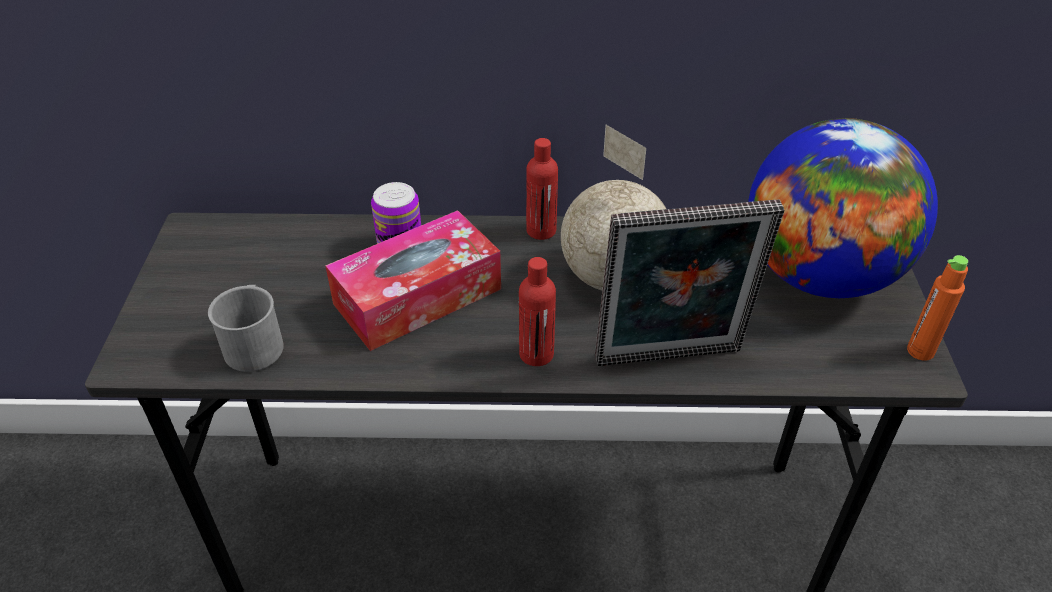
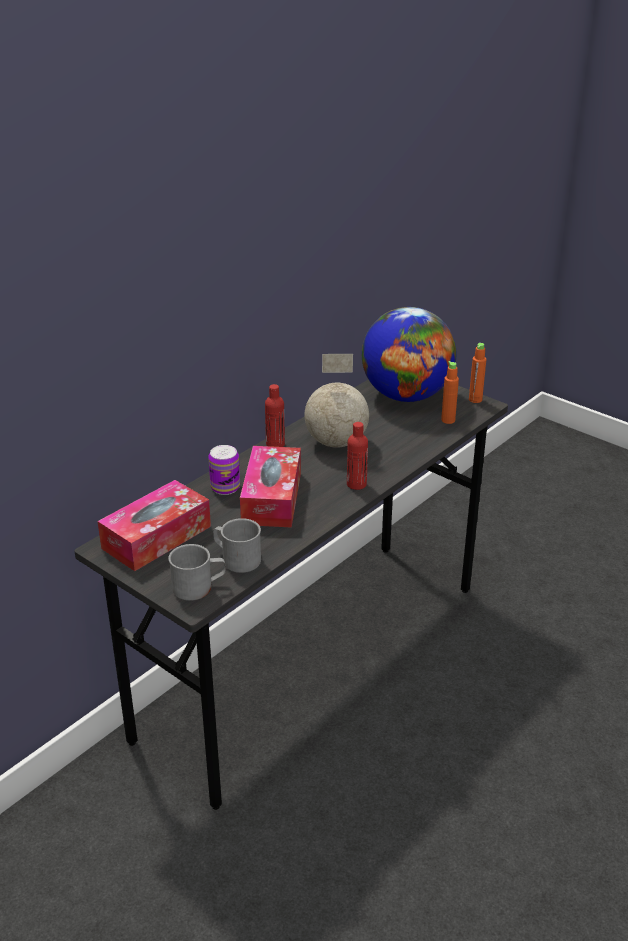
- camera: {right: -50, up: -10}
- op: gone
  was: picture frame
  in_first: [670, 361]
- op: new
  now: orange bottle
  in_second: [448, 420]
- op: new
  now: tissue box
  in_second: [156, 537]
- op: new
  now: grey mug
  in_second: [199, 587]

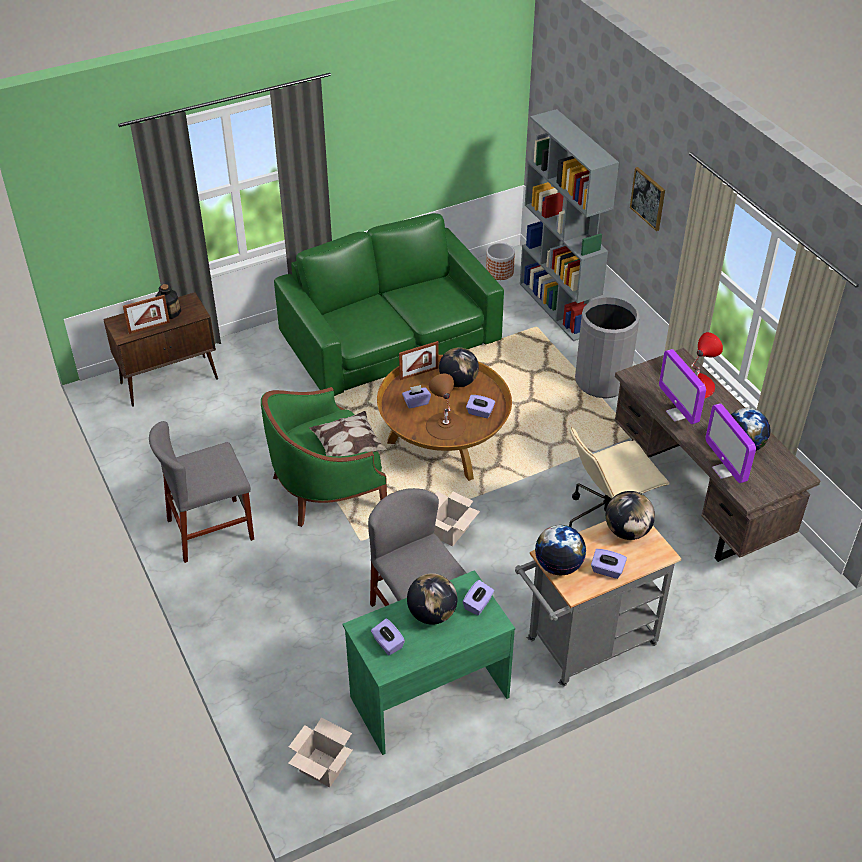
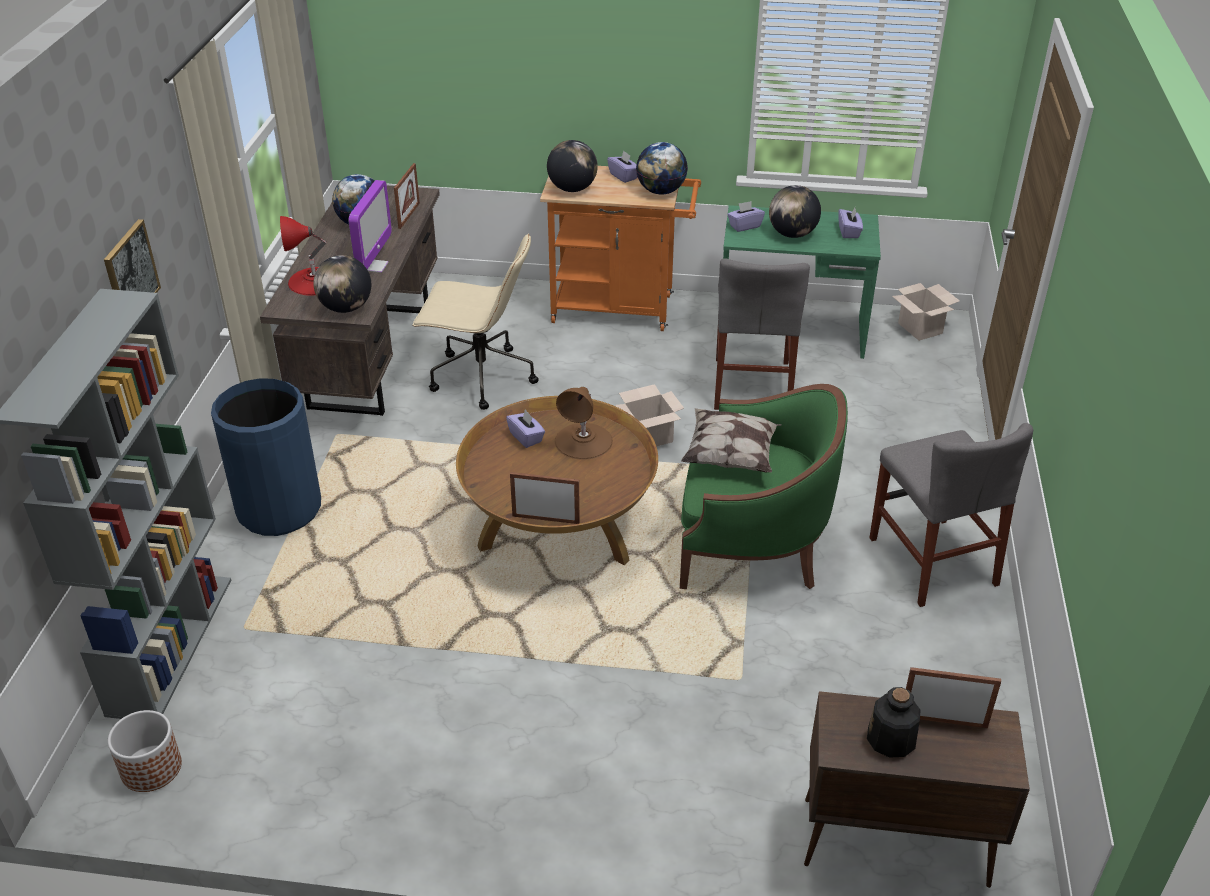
- camera: {right: -145, up: -5}
- op: gone
  was: green sofa
  in_first: [391, 338]
- op: repainted
  was: grey trash can
  now: blue trash can
  in_first: [602, 381]
  in_second: [279, 509]
- op: shifted
  was: globe
  in_first: [458, 382]
  in_second: [346, 308]
- op: gone
  was: purple tissue box
  in_first: [416, 402]
- op: swapped
  was: monitor
  now: picture frame
  in_first: [725, 470]
  in_second: [409, 215]
- op: rotated
  was: grey chair
  in_first: [210, 529]
  in_second: [932, 561]
  clockwise: 60
- op: repainted
  was: grey cart
  now: orange cart
  in_first: [585, 646]
  in_second: [620, 309]

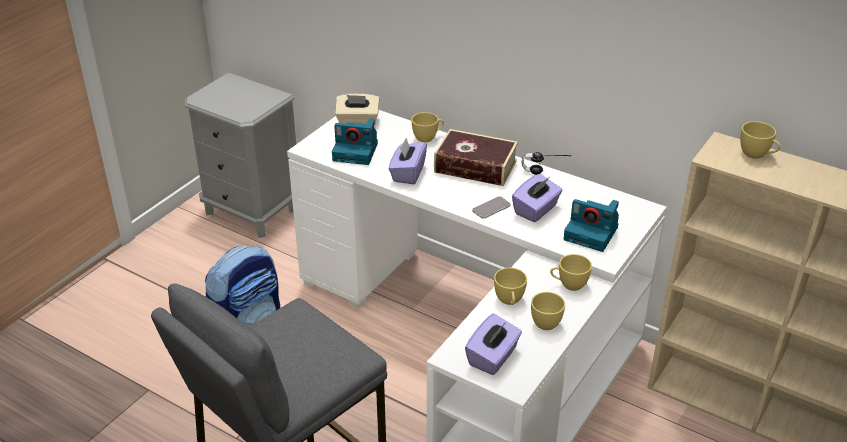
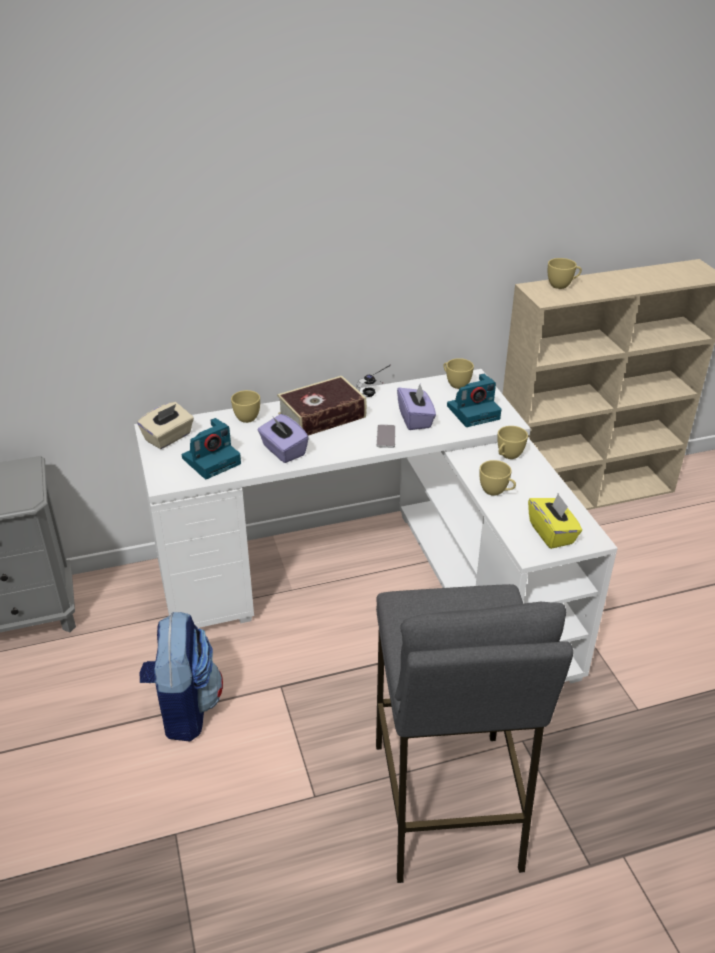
- camera: {right: -50, up: 0}
- op: shifted
  was: yellow cup
  in_first: [546, 321]
  in_second: [455, 383]
- op: repainted
  was: purple tissue box
  now: yellow tissue box
  in_first: [493, 357]
  in_second: [552, 533]

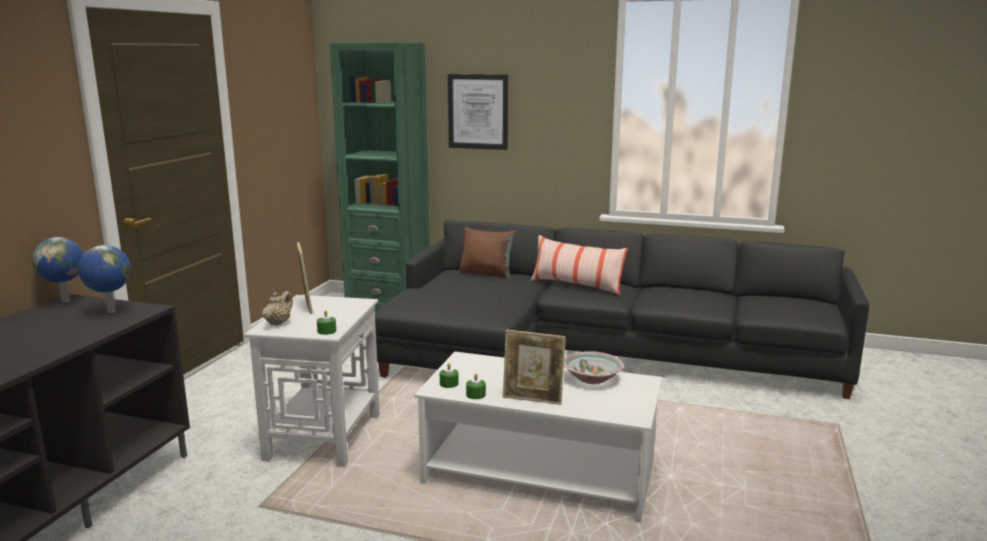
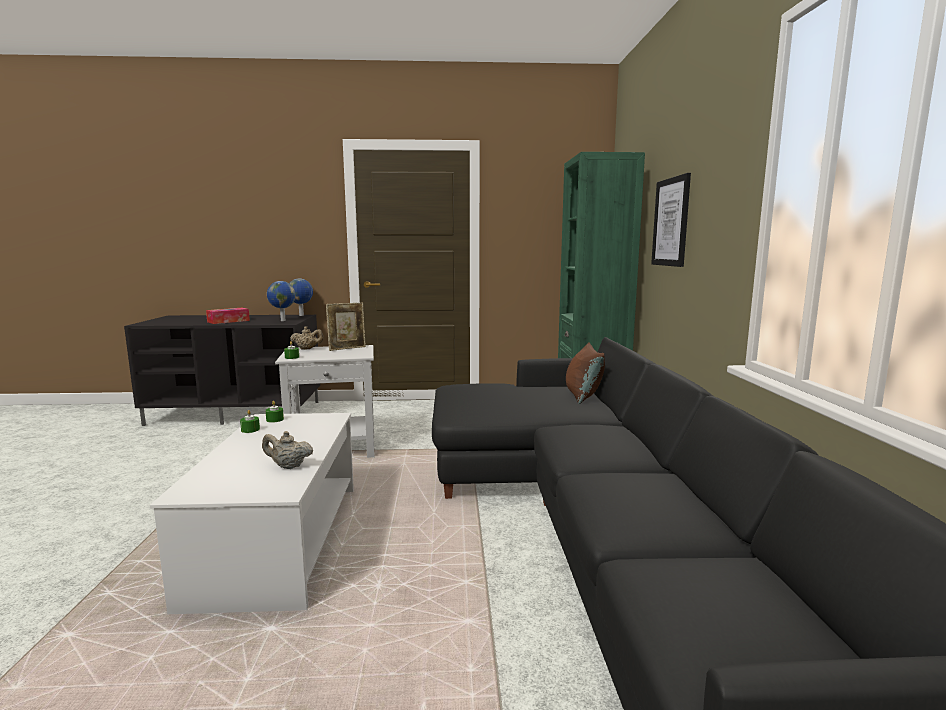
- camera: {right: 70, up: -5}
- op: gone
  was: pillow
  in_first: [576, 286]
- op: gone
  was: picture frame
  in_first: [533, 399]
- op: swapped
  was: bowl
  now: beige teapot
  in_first: [592, 379]
  in_second: [288, 466]
- op: new
  now: tissue box
  in_second: [228, 321]

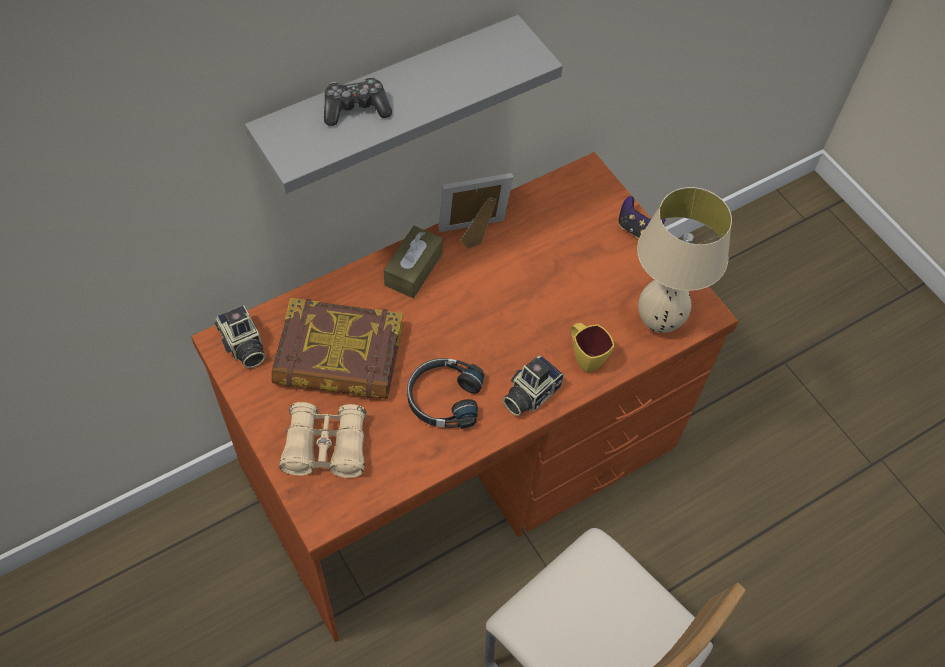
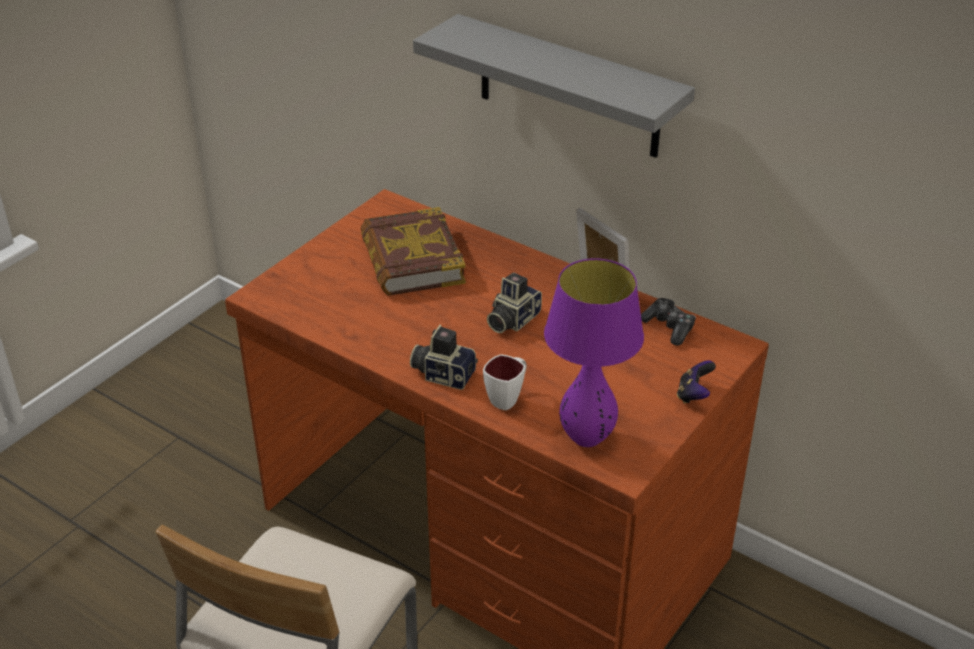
- camera: {right: 70, up: -20}
- op: shifted
  was: game controller
  in_first: [356, 108]
  in_second: [669, 327]
- op: repainted
  was: beige table lamp
  now: purple table lamp
  in_first: [659, 322]
  in_second: [587, 438]
- op: gone
  was: brown tissue box
  in_first: [413, 269]
- op: shifted
  was: photo camera
  in_first: [243, 346]
  in_second: [511, 320]
- op: repainted
  was: yellow mug
  now: white mug
  in_first: [584, 357]
  in_second: [508, 398]
- op: gone
  was: black headphones
  in_first: [443, 398]
- op: gone
  was: beige binoculars
  in_first: [326, 447]

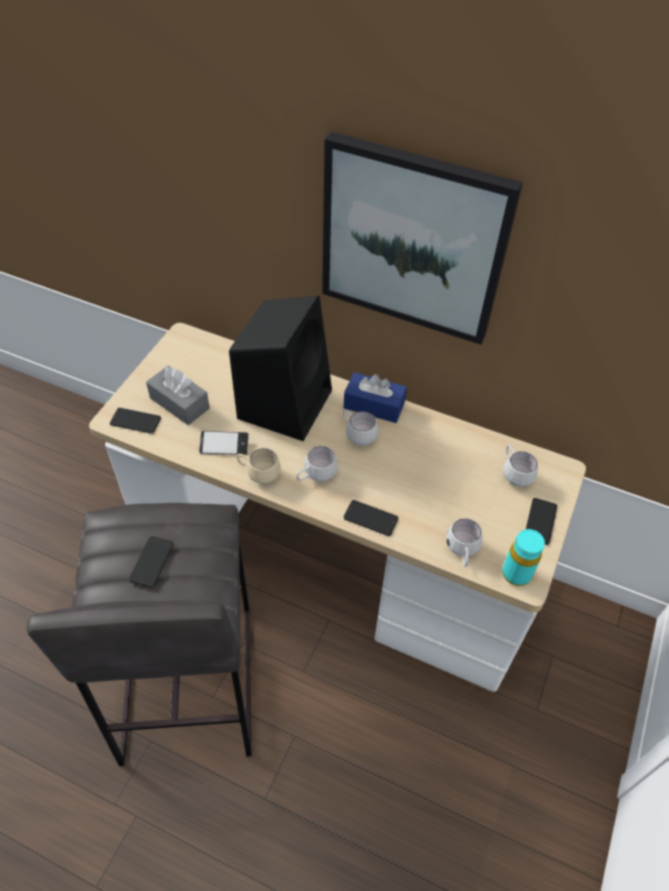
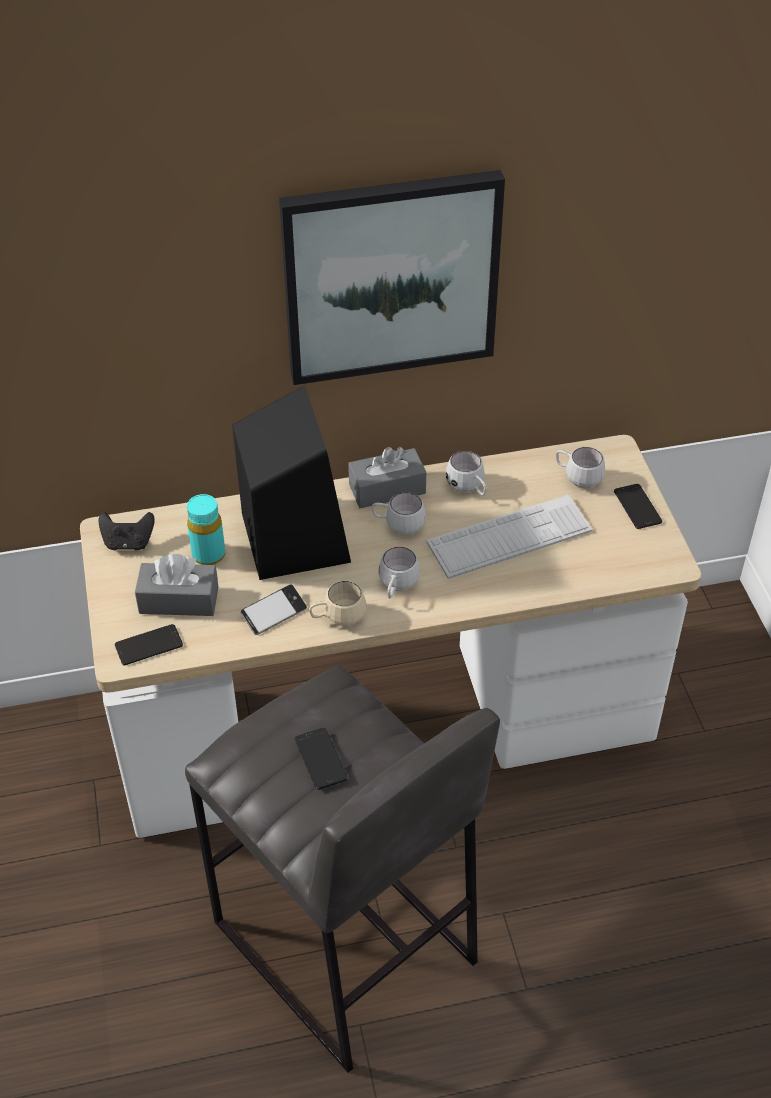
- camera: {right: -35, up: -5}
- op: repainted
  was: blue tissue box
  now: grey tissue box
  in_first: [374, 405]
  in_second: [387, 489]
- op: gone
  was: phone
  in_first: [370, 518]
- op: shifted
  was: white mug
  in_first: [462, 552]
  in_second: [468, 489]
- op: shifted
  was: turquoise bottle
  in_first: [516, 574]
  in_second: [208, 555]
- op: new
  now: keyboard
  in_second: [509, 537]
- op: new
  now: black game controller
  in_second: [128, 543]

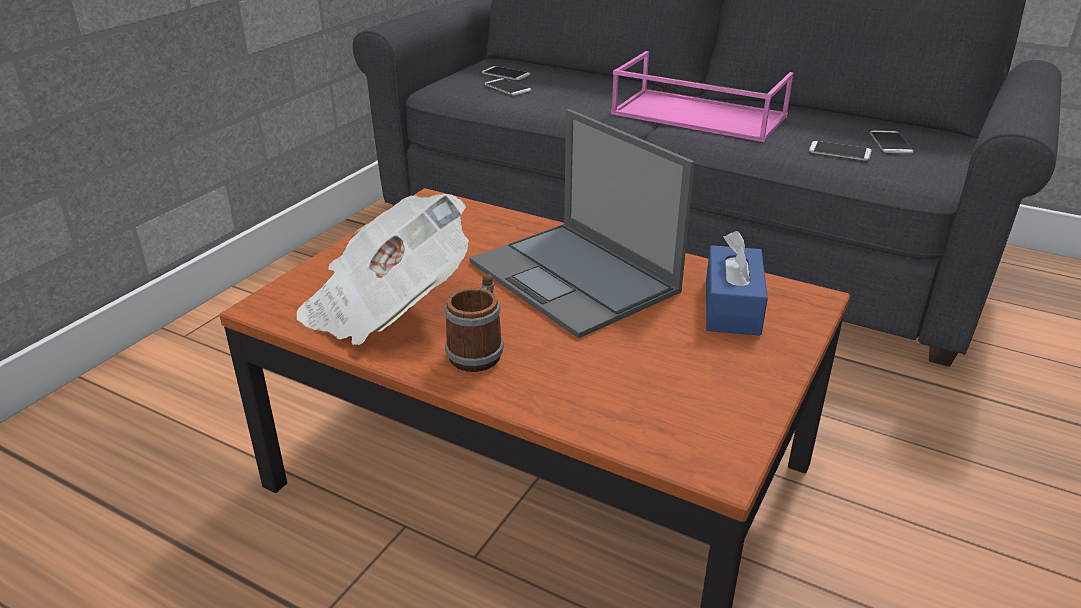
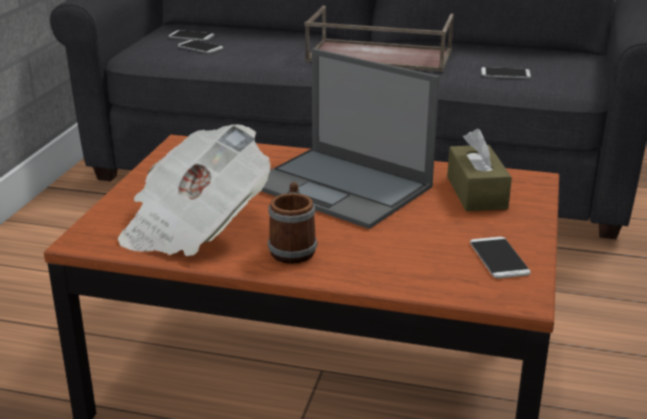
- camera: {right: -15, up: -5}
- op: repainted
  was: pink tray
  now: brown tray
  in_first: [696, 115]
  in_second: [377, 56]
- op: shifted
  was: phone
  in_first: [890, 143]
  in_second: [499, 258]
- op: repainted
  was: blue tissue box
  now: brown tissue box
  in_first: [732, 307]
  in_second: [476, 192]

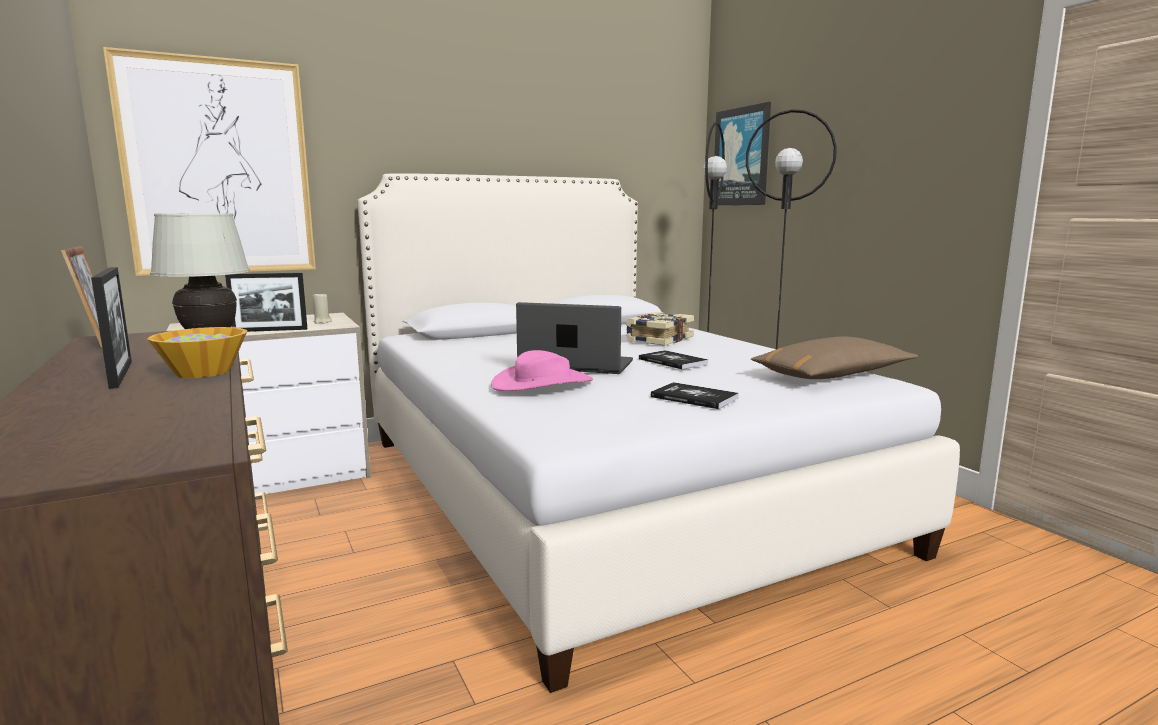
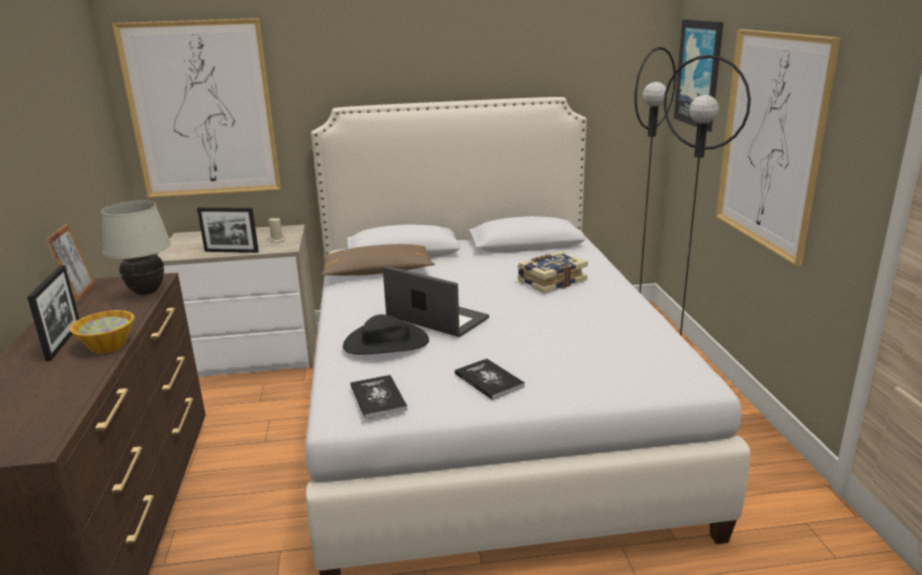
- camera: {right: 20, up: 10}
- op: shifted
  was: brown pillow
  in_first: [832, 375]
  in_second: [377, 272]
- op: repainted
  was: pink hat
  now: black hat
  in_first: [542, 383]
  in_second: [386, 343]
- op: shifted
  was: book
  in_first: [672, 361]
  in_second: [378, 398]
- op: new
  now: picture
  in_second: [770, 141]

